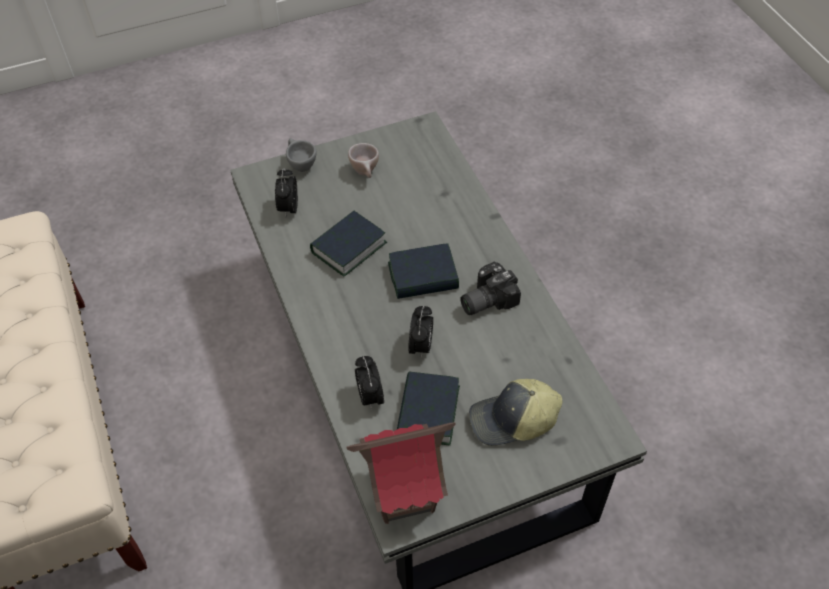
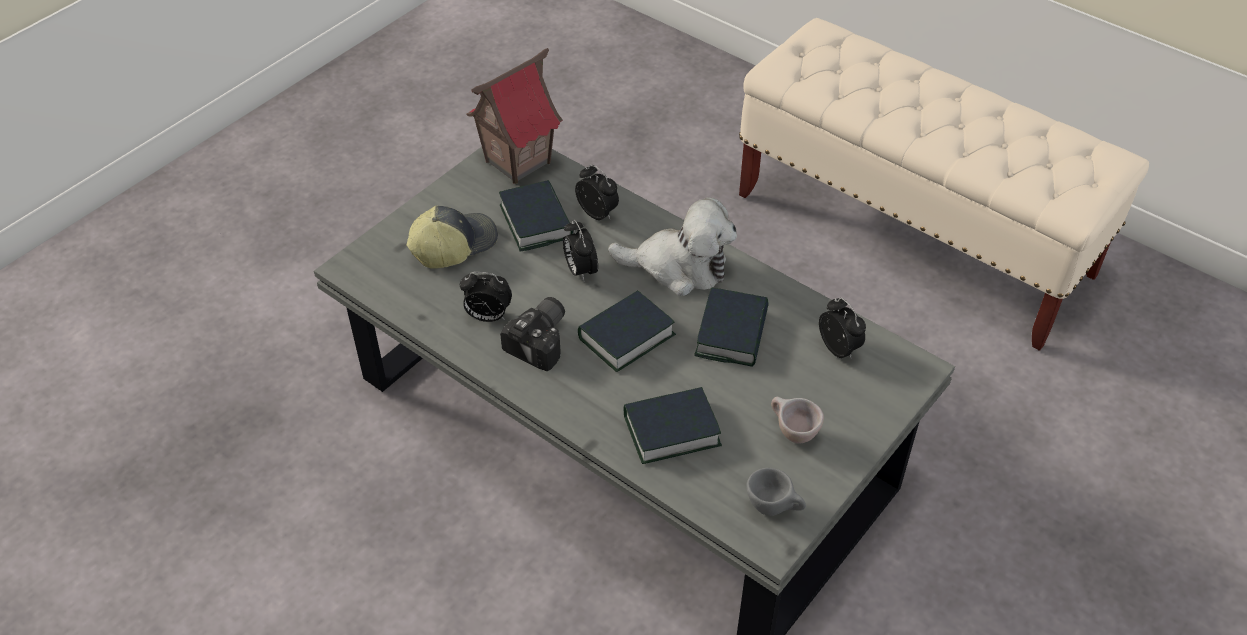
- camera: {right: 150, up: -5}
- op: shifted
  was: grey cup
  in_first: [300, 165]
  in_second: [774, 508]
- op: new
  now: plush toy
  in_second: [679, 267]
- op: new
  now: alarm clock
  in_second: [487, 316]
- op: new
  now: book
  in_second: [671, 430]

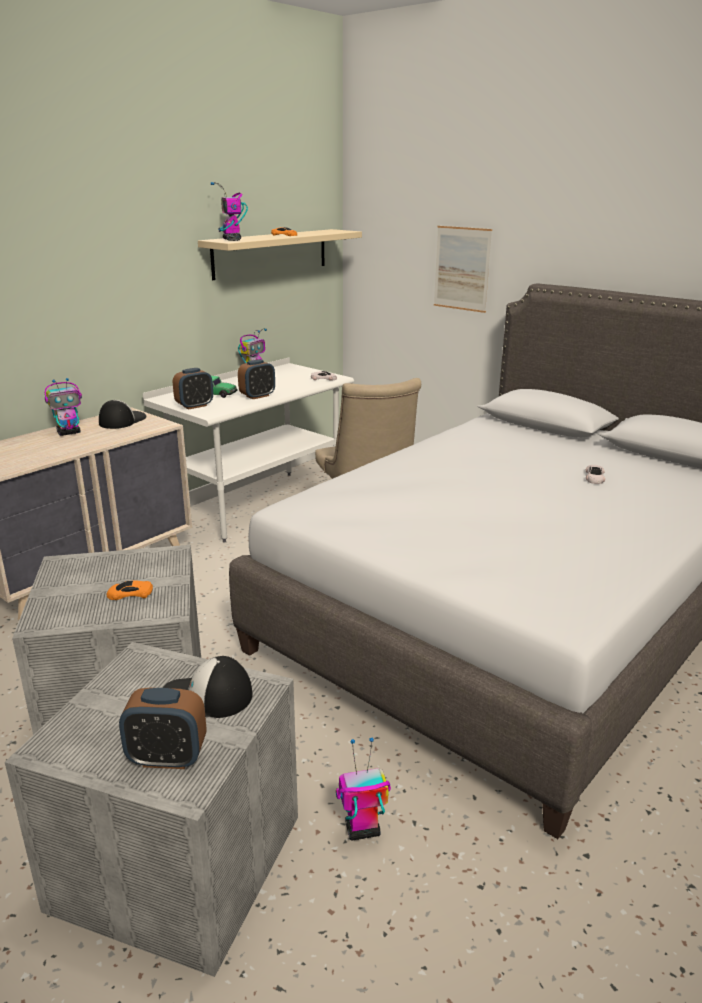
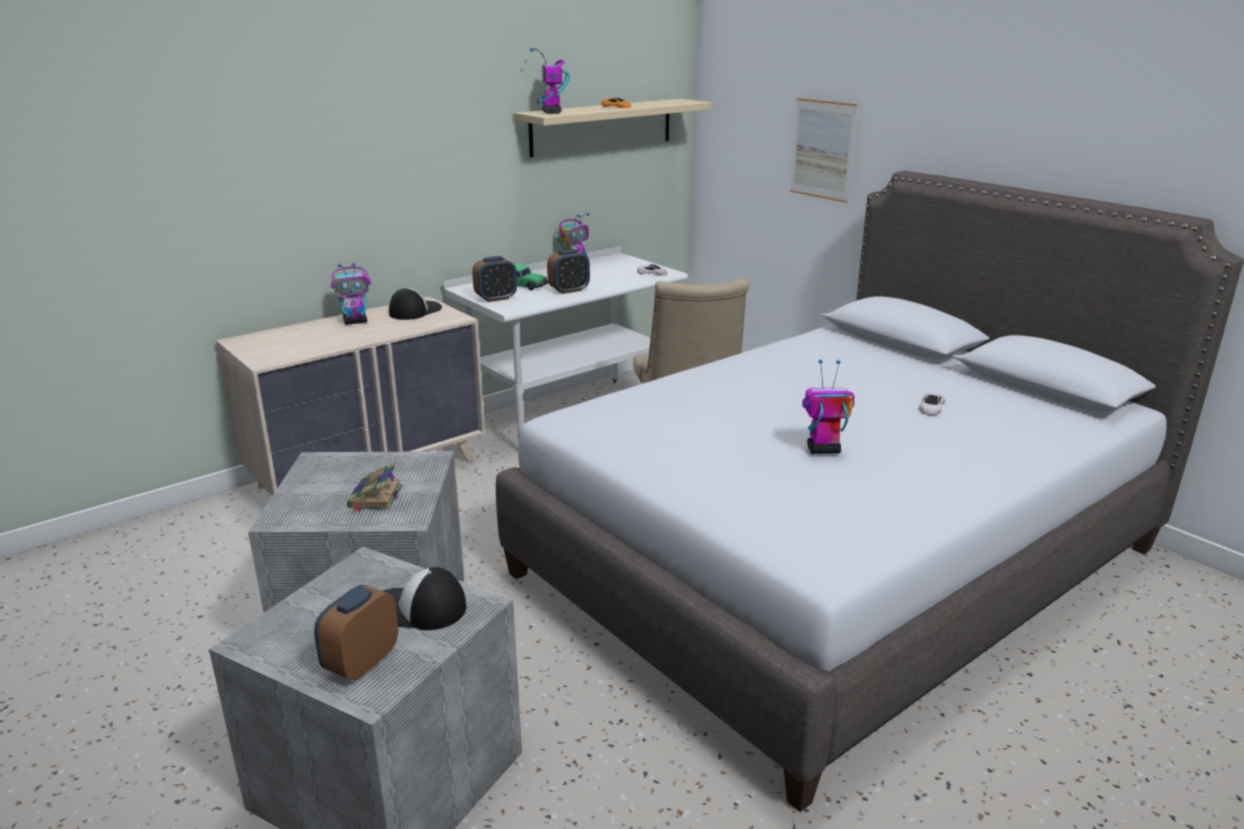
- camera: {right: 10, up: 0}
- op: swapped
  was: orange toy car
  now: book
  in_first: [130, 594]
  in_second: [375, 498]
- op: rotated
  was: alarm clock
  in_first: [167, 758]
  in_second: [361, 663]
  clockwise: 105
- op: shifted
  was: toy robot
  in_first: [361, 830]
  in_second: [822, 450]

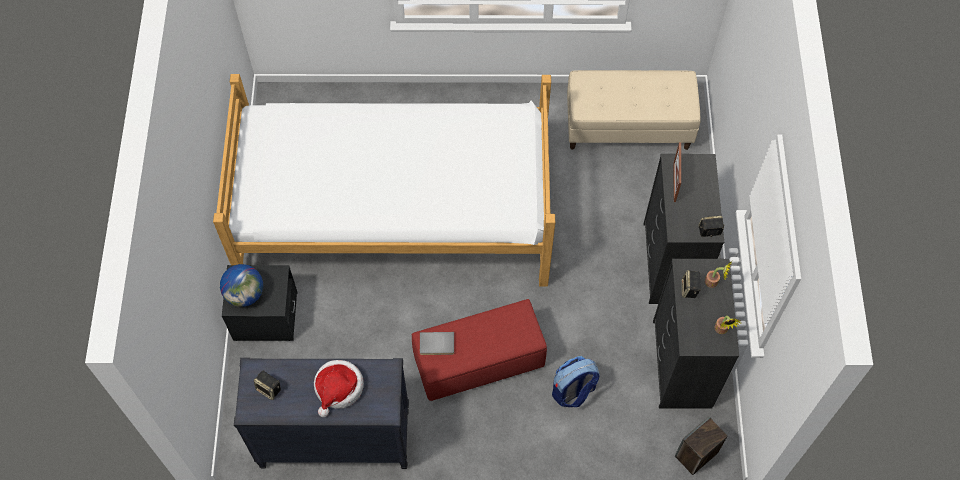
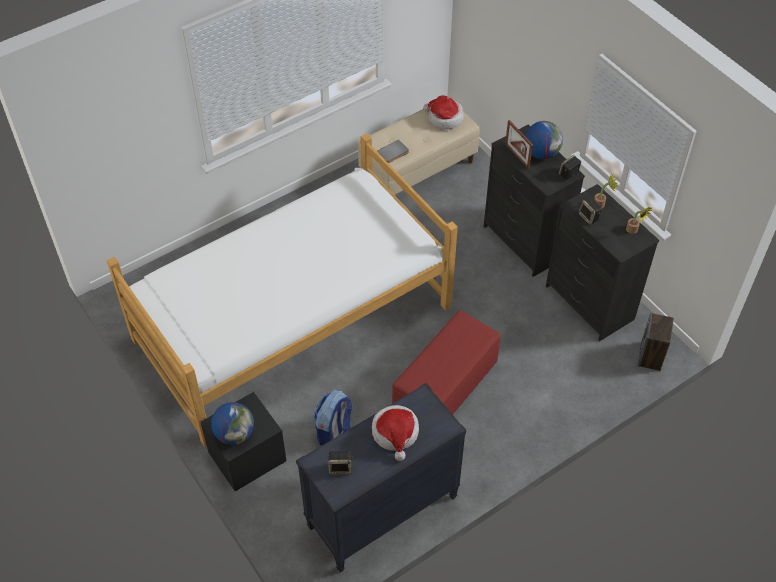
- camera: {right: -35, up: -10}
- op: shifted
  was: grey book
  in_first: [437, 345]
  in_second: [393, 153]
- op: shifted
  was: backpack
  in_first: [573, 391]
  in_second: [334, 432]
- op: new
  now: hat
  in_second: [444, 118]
- op: new
  now: globe
  in_second: [541, 153]

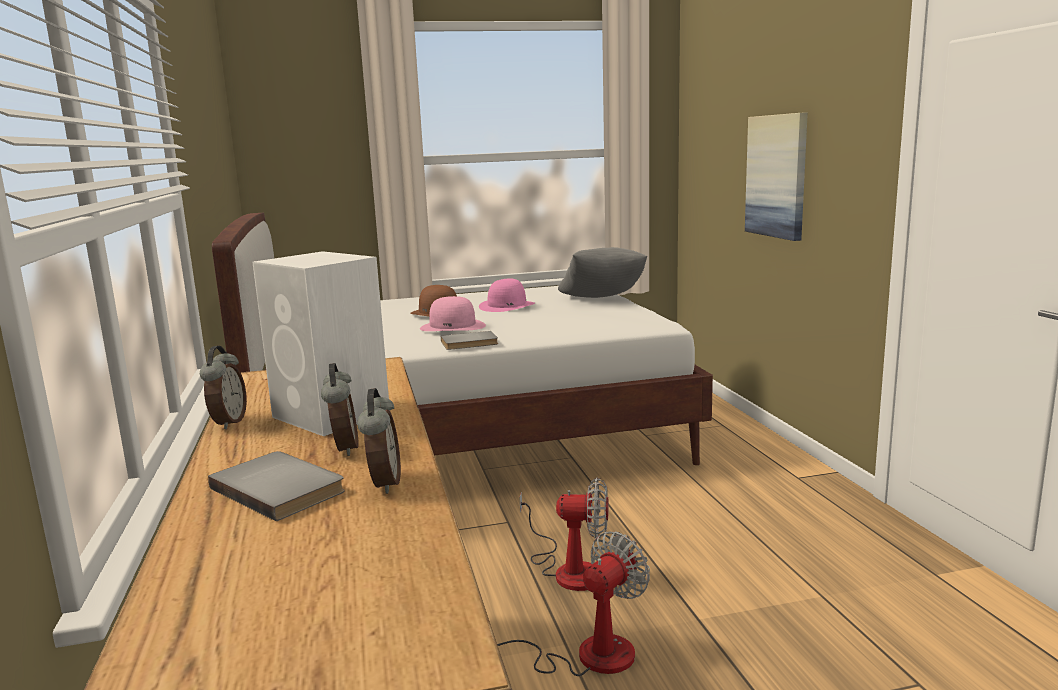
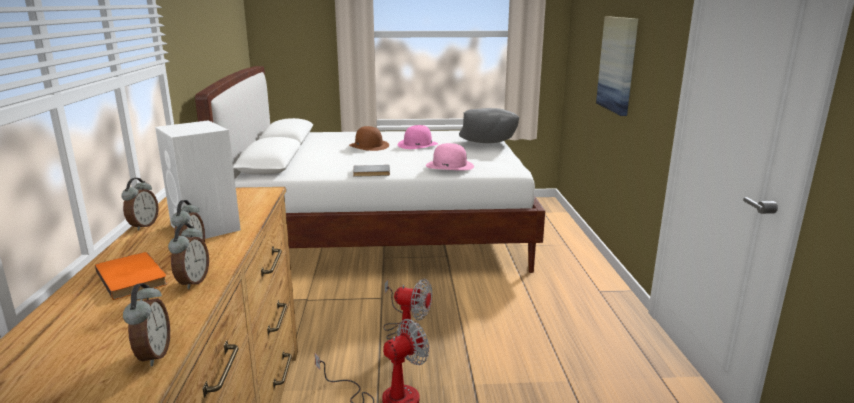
- camera: {right: 10, up: 5}
- op: shifted
  was: pink hat
  in_first: [453, 326]
  in_second: [450, 165]
- op: repainted
  was: grey book
  now: orange book
  in_first: [281, 488]
  in_second: [134, 277]
- op: new
  now: alarm clock
  in_second: [153, 355]

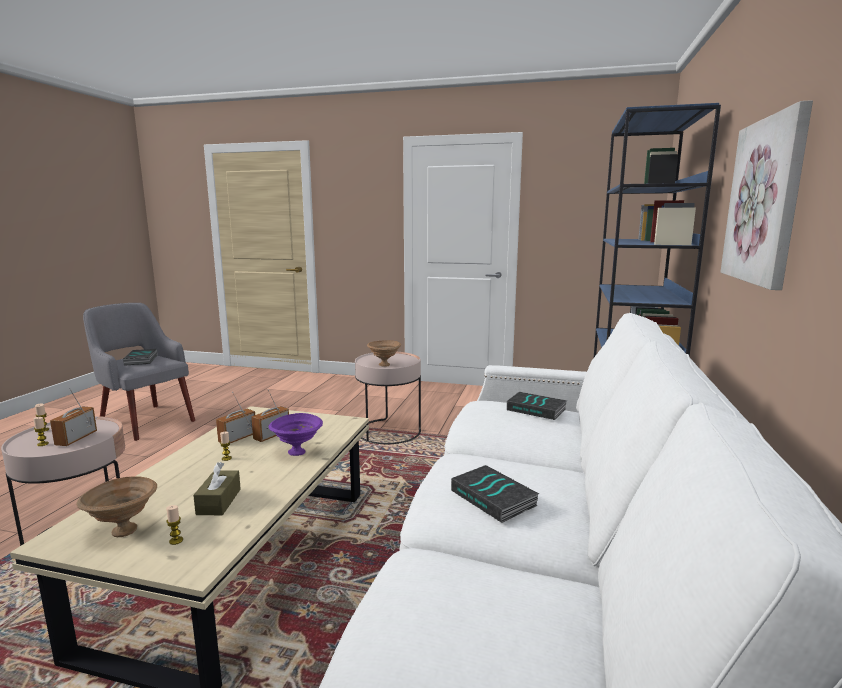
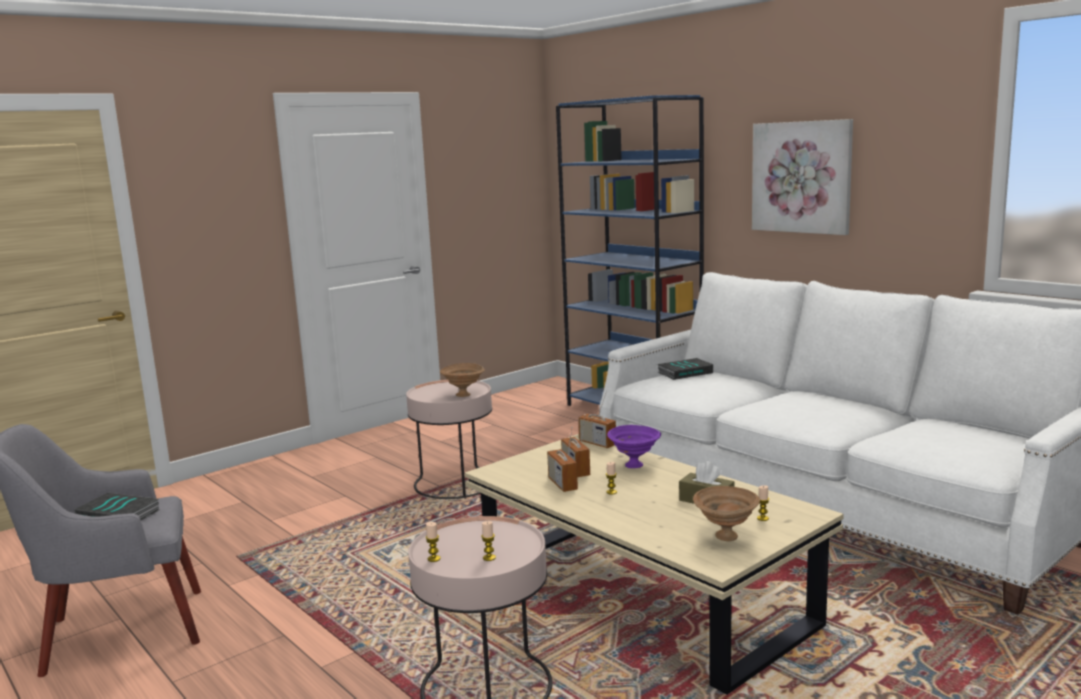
- camera: {right: -55, up: 0}
- op: shifted
  was: radio
  in_first: [76, 438]
  in_second: [597, 443]
- op: gone
  was: book
  in_first: [494, 498]

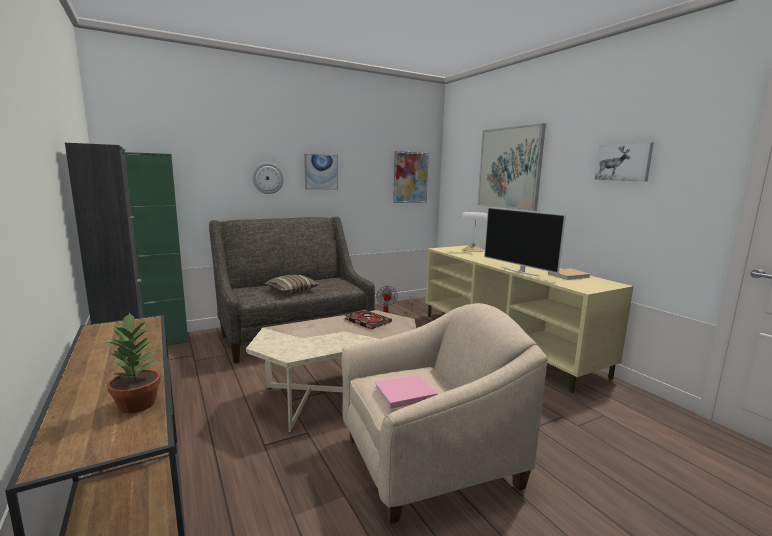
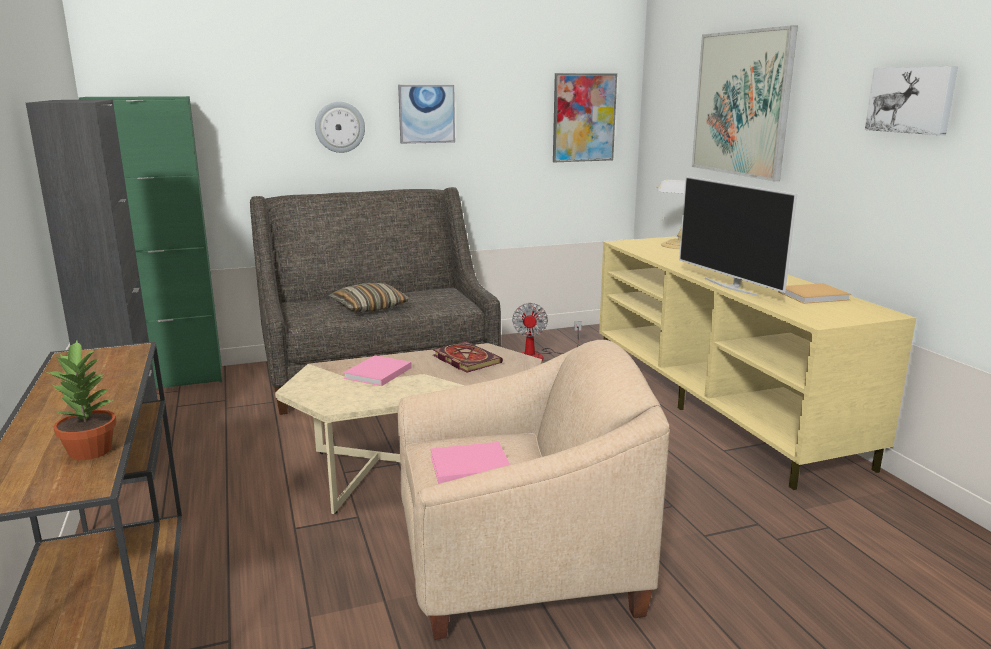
- camera: {right: 10, up: 5}
- op: new
  now: pink book
  in_second: [377, 373]

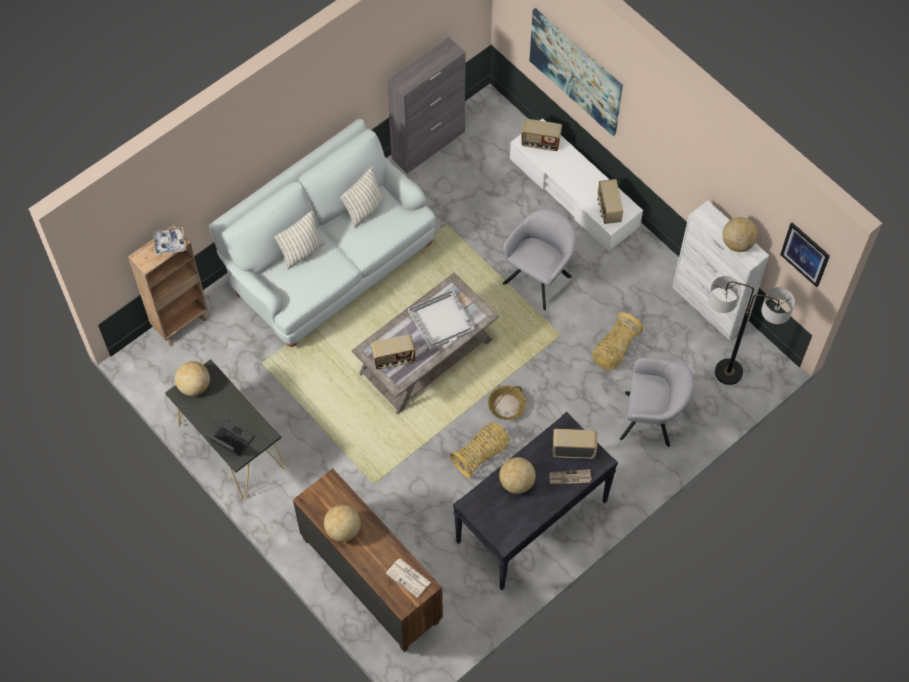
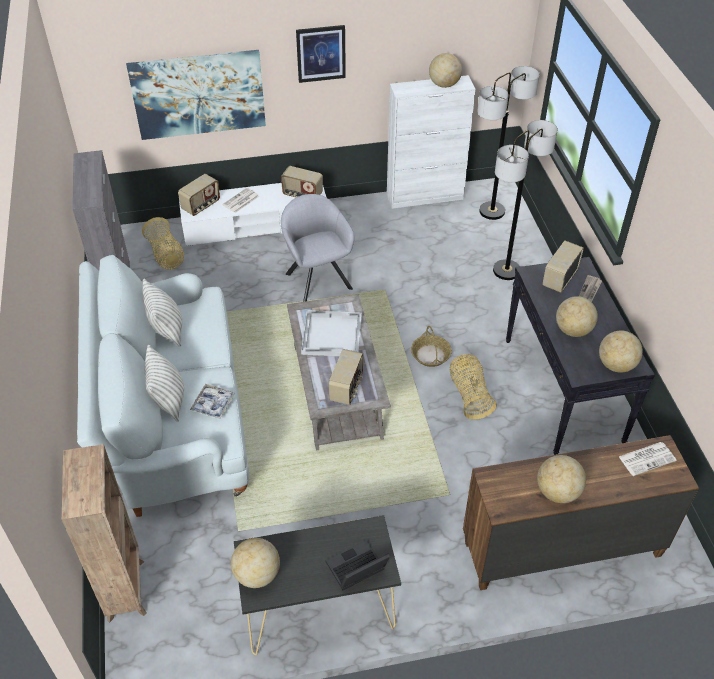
- camera: {right: -60, up: -15}
- op: shifted
  was: picture
  in_first: [805, 254]
  in_second: [321, 53]
- op: shifted
  was: tray
  in_first: [169, 243]
  in_second: [213, 404]
- op: shifted
  was: basket
  in_first: [614, 349]
  in_second: [166, 255]
- op: swapped
  was: grey armchair
  now: floor lamp
  in_first: [651, 419]
  in_second: [506, 270]
- op: new
  now: newspaper
  in_second: [240, 201]
- op: new
  now: globe
  in_second: [616, 365]

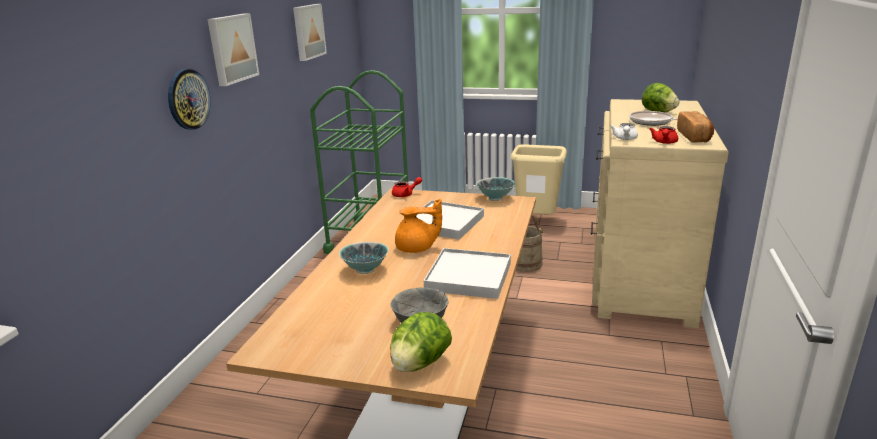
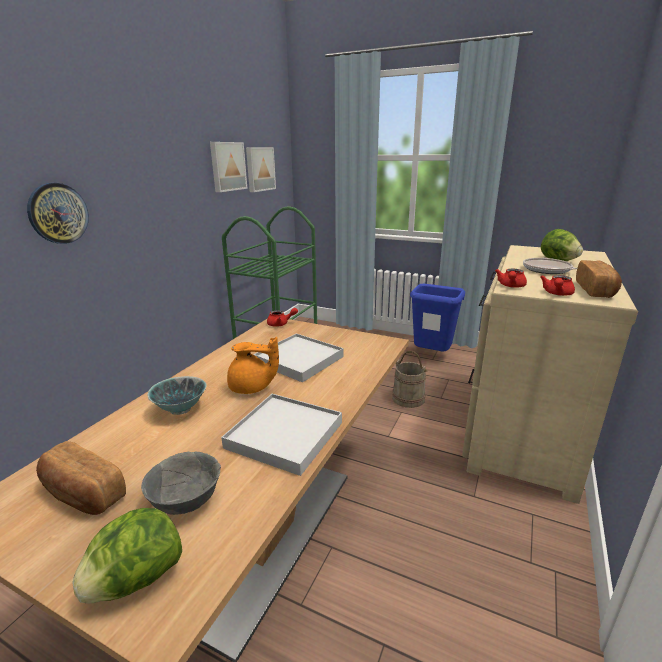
- camera: {right: 10, up: 0}
- op: shifted
  was: picture
  in_first: [231, 48]
  in_second: [259, 169]
- op: repainted
  was: white teapot
  now: red teapot
  in_first: [624, 139]
  in_second: [511, 286]
- op: repainted
  was: beige trash can
  now: blue trash can
  in_first: [537, 221]
  in_second: [432, 356]
- op: gone
  was: bowl
  in_first: [495, 198]
- op: new
  now: bread
  in_second: [82, 493]

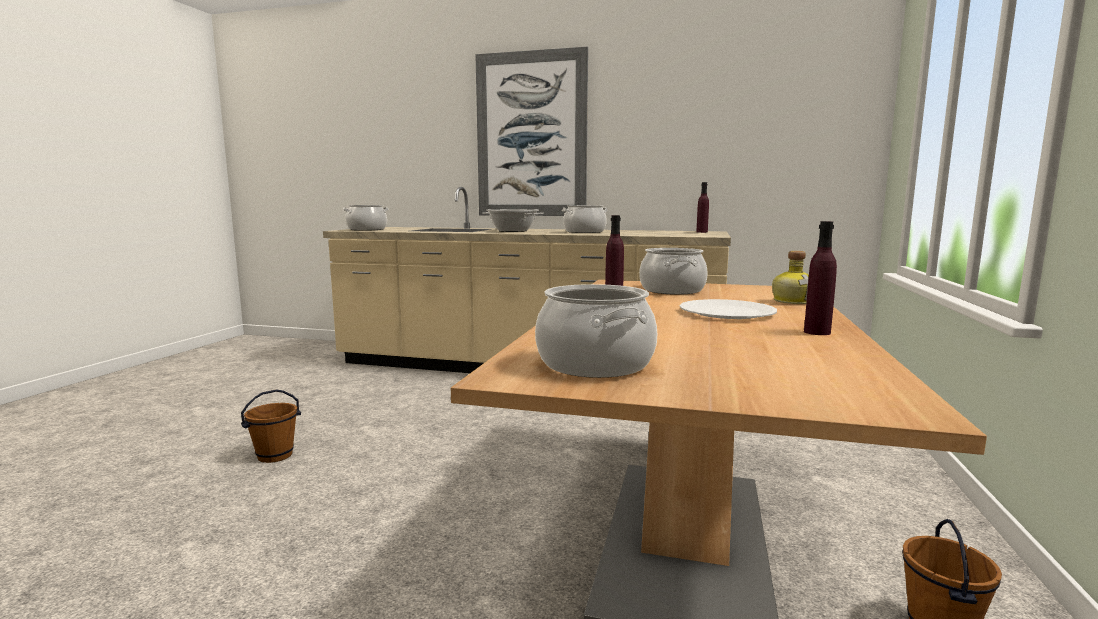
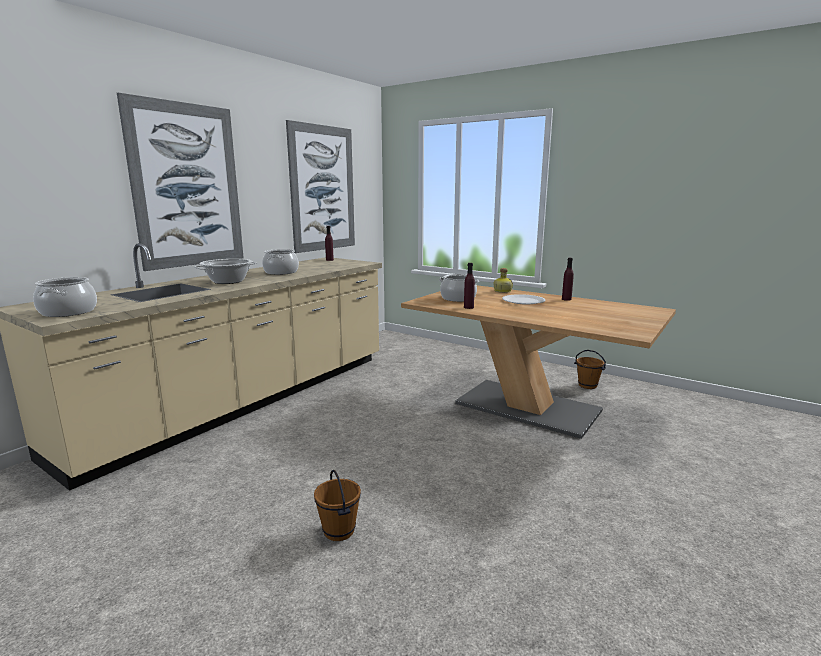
- camera: {right: -70, up: 5}
- op: gone
  was: cooking pot
  in_first: [596, 364]
- op: new
  now: picture
  in_second: [322, 189]

